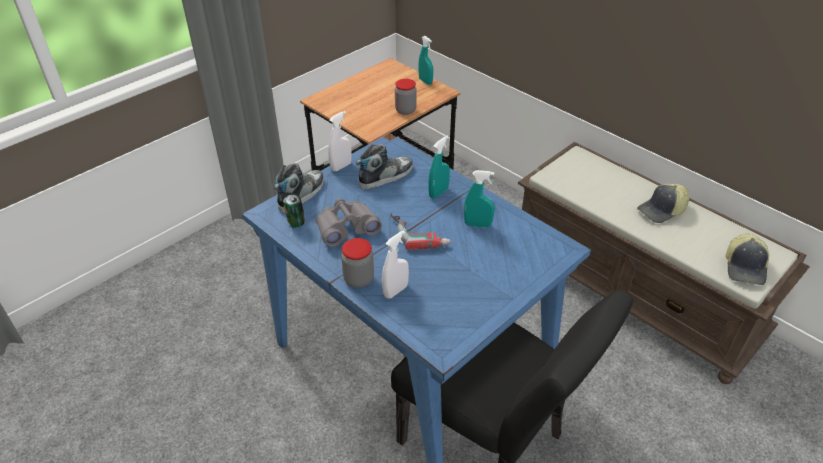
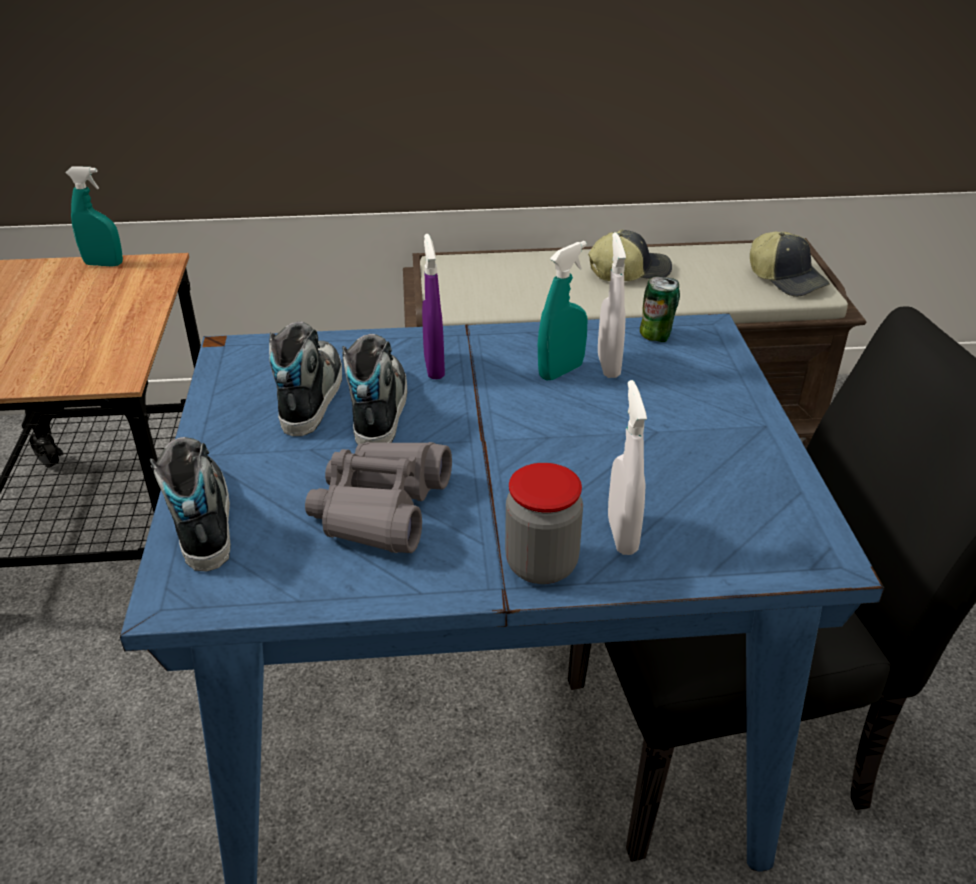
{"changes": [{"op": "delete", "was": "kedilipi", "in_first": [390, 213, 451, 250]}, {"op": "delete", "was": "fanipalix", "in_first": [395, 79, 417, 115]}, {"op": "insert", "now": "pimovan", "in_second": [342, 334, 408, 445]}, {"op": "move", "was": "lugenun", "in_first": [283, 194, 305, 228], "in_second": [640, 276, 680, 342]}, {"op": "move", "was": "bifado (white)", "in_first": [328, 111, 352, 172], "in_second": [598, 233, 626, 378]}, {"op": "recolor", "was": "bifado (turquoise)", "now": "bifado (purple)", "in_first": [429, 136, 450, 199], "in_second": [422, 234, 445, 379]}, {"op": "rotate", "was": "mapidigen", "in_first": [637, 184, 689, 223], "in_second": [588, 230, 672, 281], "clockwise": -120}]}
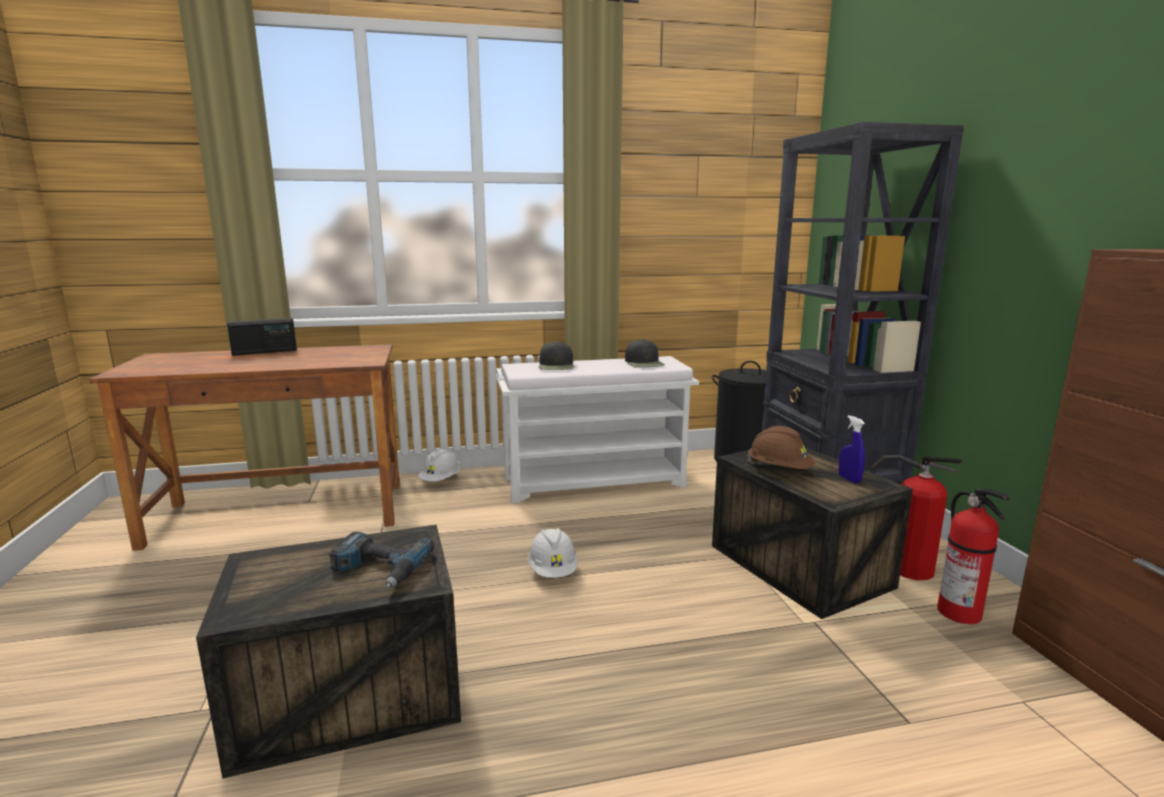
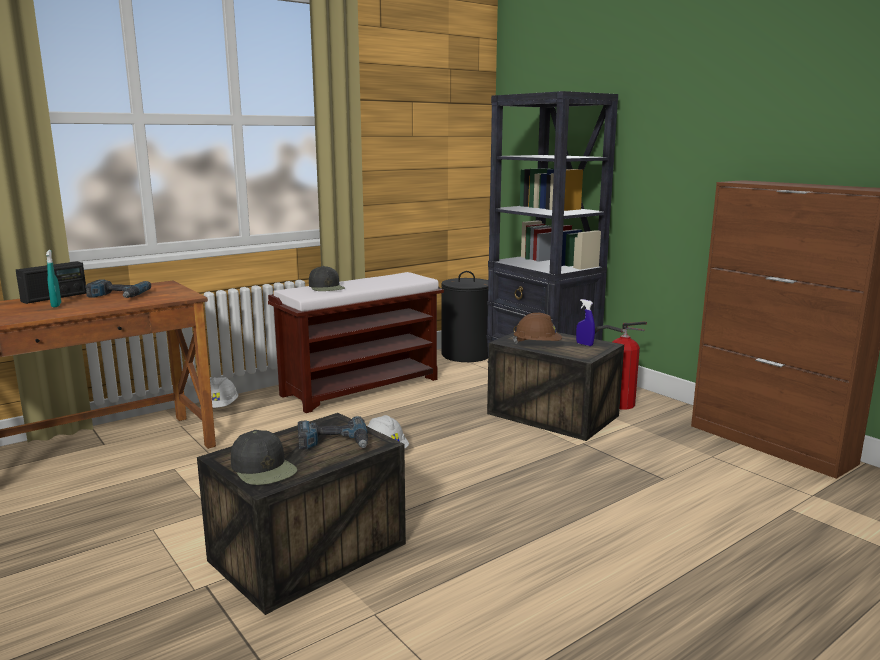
{"changes": [{"op": "delete", "was": "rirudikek", "in_first": [937, 489, 1010, 624]}, {"op": "insert", "now": "bifado (turquoise)", "in_second": [46, 250, 61, 307]}, {"op": "insert", "now": "kedilipi", "in_second": [85, 279, 151, 298]}, {"op": "move", "was": "mapidigen (black)", "in_first": [625, 339, 665, 367], "in_second": [231, 430, 297, 485]}, {"op": "recolor", "was": "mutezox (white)", "now": "mutezox (brown)", "in_first": [496, 356, 699, 504], "in_second": [268, 272, 444, 413]}]}
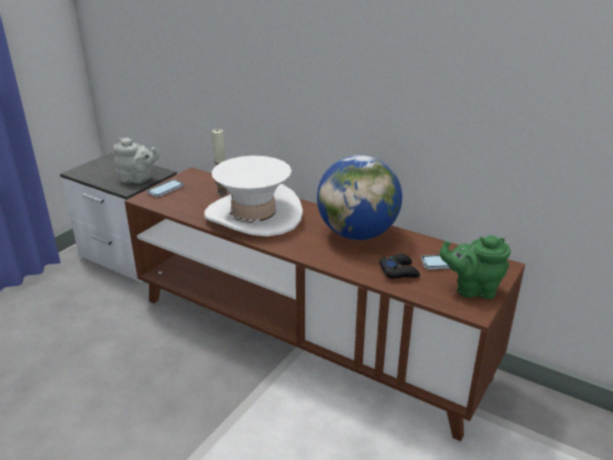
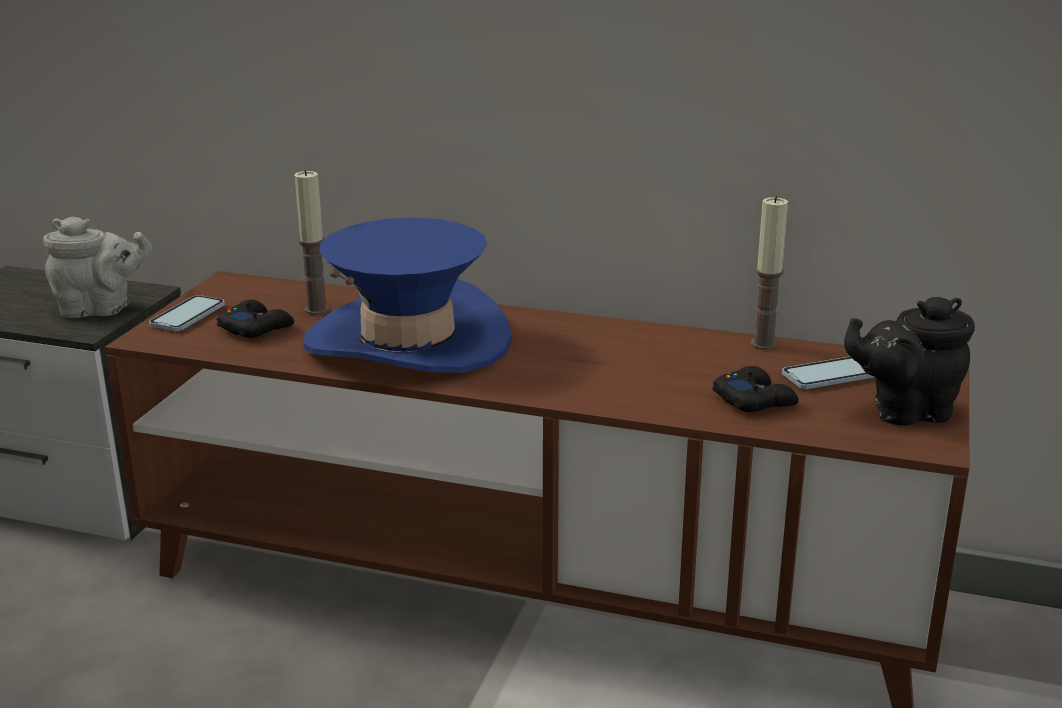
{"changes": [{"op": "delete", "was": "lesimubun", "in_first": [317, 155, 402, 240]}, {"op": "insert", "now": "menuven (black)", "in_second": [217, 300, 294, 338]}, {"op": "insert", "now": "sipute", "in_second": [751, 196, 788, 350]}, {"op": "recolor", "was": "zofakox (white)", "now": "zofakox (blue)", "in_first": [204, 156, 303, 237], "in_second": [304, 218, 512, 373]}, {"op": "recolor", "was": "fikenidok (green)", "now": "fikenidok (black)", "in_first": [440, 235, 511, 299], "in_second": [844, 297, 975, 426]}]}
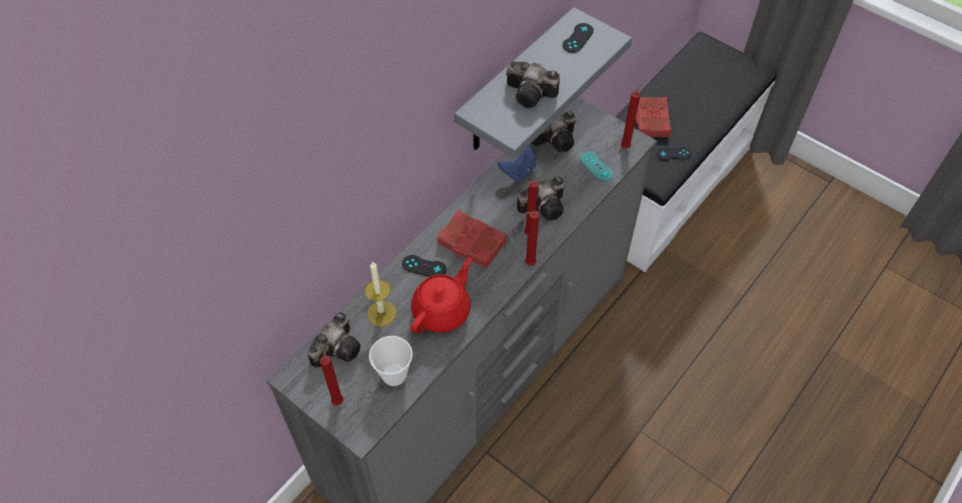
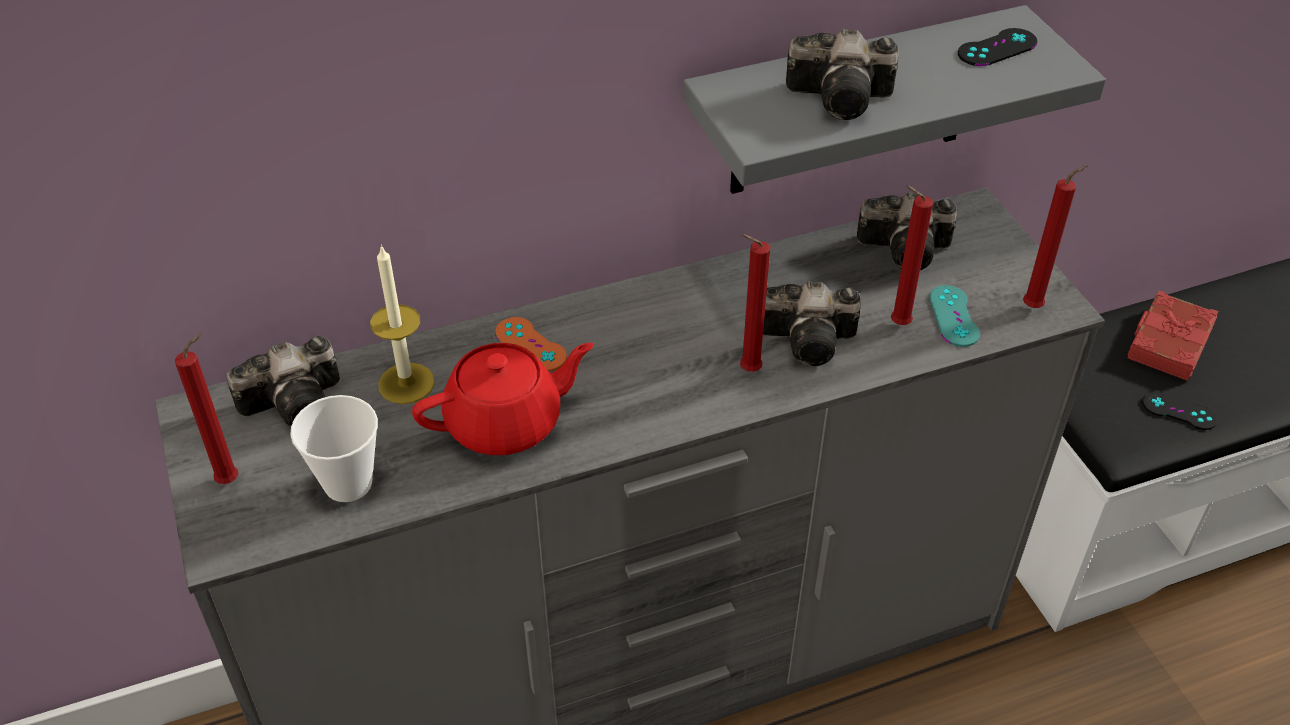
{"changes": [{"op": "delete", "was": "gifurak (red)", "in_first": [437, 209, 507, 268]}, {"op": "delete", "was": "menuven (blue)", "in_first": [498, 145, 536, 182]}, {"op": "move", "was": "sipute (red)", "in_first": [525, 211, 539, 266], "in_second": [891, 185, 933, 325]}, {"op": "recolor", "was": "menuven (black)", "now": "menuven (orange)", "in_first": [402, 255, 447, 277], "in_second": [495, 317, 567, 371]}, {"op": "rotate", "was": "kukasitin", "in_first": [506, 61, 560, 108], "in_second": [786, 29, 899, 120], "clockwise": -45}]}
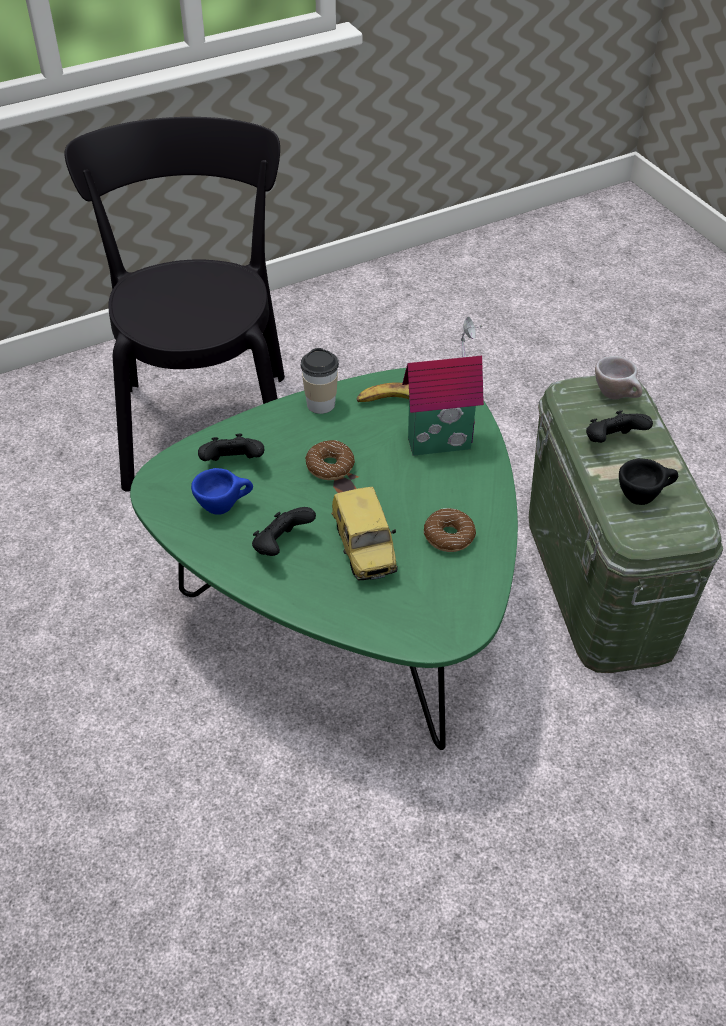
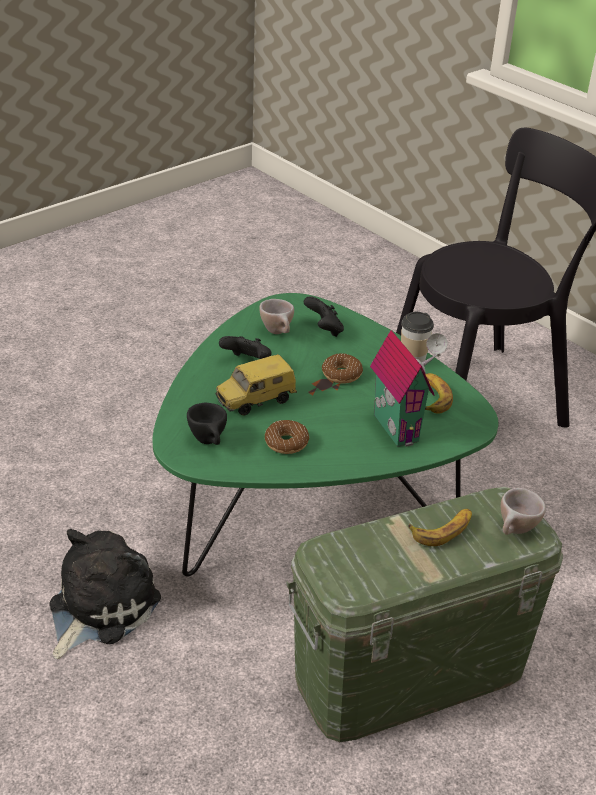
{"changes": [{"op": "insert", "now": "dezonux", "in_second": [50, 529, 161, 659]}, {"op": "move", "was": "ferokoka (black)", "in_first": [619, 458, 678, 505], "in_second": [187, 403, 227, 445]}, {"op": "replace", "was": "menuven (black)", "now": "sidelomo", "in_first": [586, 410, 653, 443], "in_second": [408, 508, 472, 546]}, {"op": "recolor", "was": "ferokoka (blue)", "now": "ferokoka (beige)", "in_first": [191, 468, 253, 515], "in_second": [259, 299, 294, 334]}]}
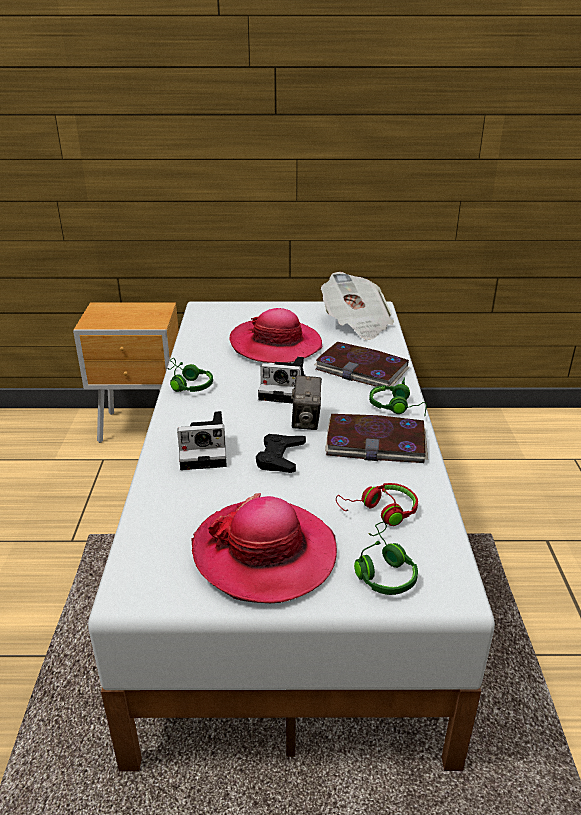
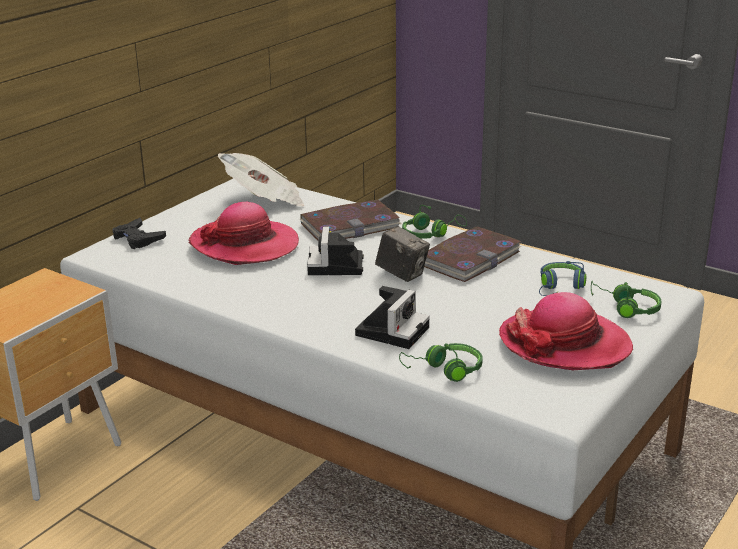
{"changes": [{"op": "move", "was": "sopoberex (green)", "in_first": [167, 358, 213, 392], "in_second": [399, 343, 483, 382]}, {"op": "move", "was": "menuven (black)", "in_first": [256, 434, 306, 473], "in_second": [112, 218, 166, 249]}, {"op": "recolor", "was": "sopoberex (red)", "now": "sopoberex (blue)", "in_first": [336, 483, 418, 526], "in_second": [539, 261, 586, 296]}, {"op": "rotate", "was": "kukasitin", "in_first": [258, 357, 306, 403], "in_second": [307, 226, 364, 275], "clockwise": 135}]}
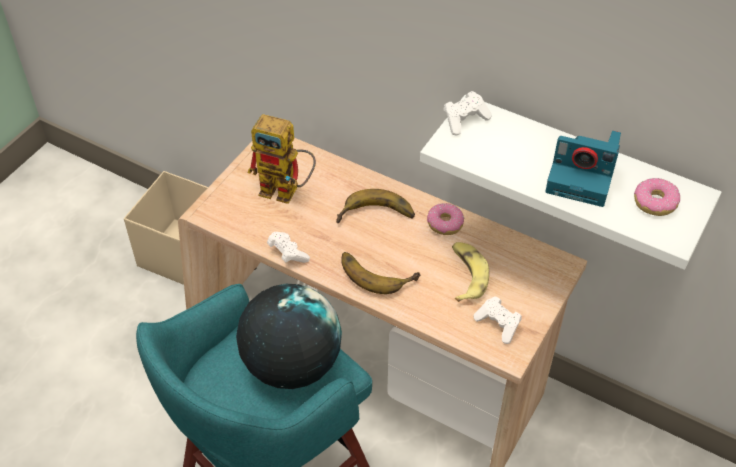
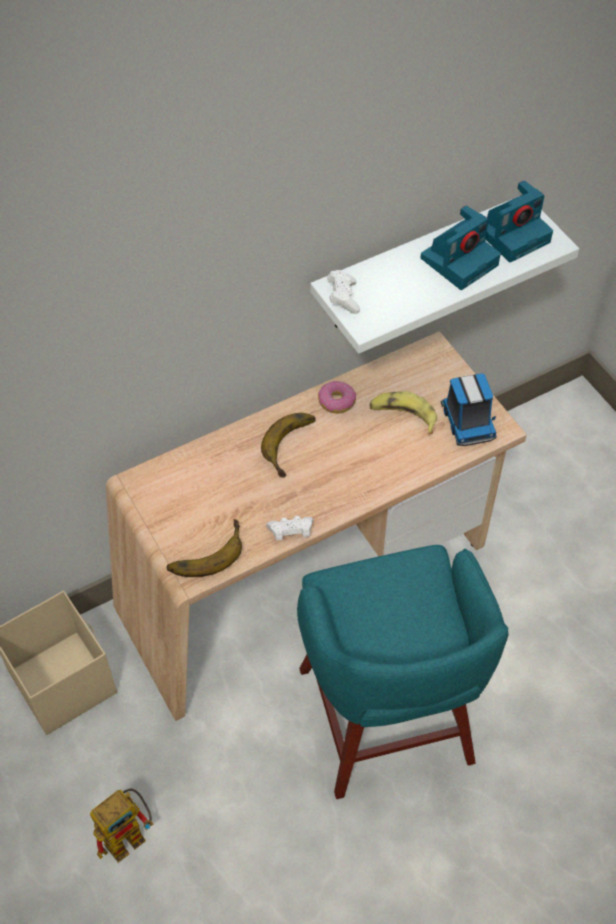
{"changes": [{"op": "delete", "was": "lesimubun", "in_first": [236, 284, 342, 389]}, {"op": "move", "was": "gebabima", "in_first": [248, 114, 316, 204], "in_second": [90, 789, 154, 863]}, {"op": "move", "was": "sidelomo", "in_first": [341, 252, 420, 294], "in_second": [167, 519, 242, 577]}, {"op": "replace", "was": "menuven (white)", "now": "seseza", "in_first": [474, 296, 522, 344], "in_second": [441, 373, 497, 446]}, {"op": "replace", "was": "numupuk", "now": "kukasitin", "in_first": [634, 178, 680, 216], "in_second": [486, 180, 553, 262]}]}
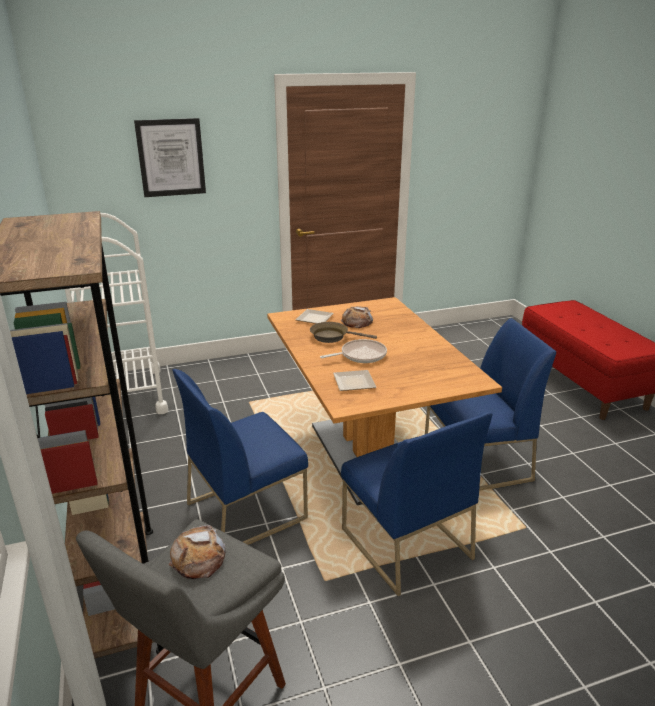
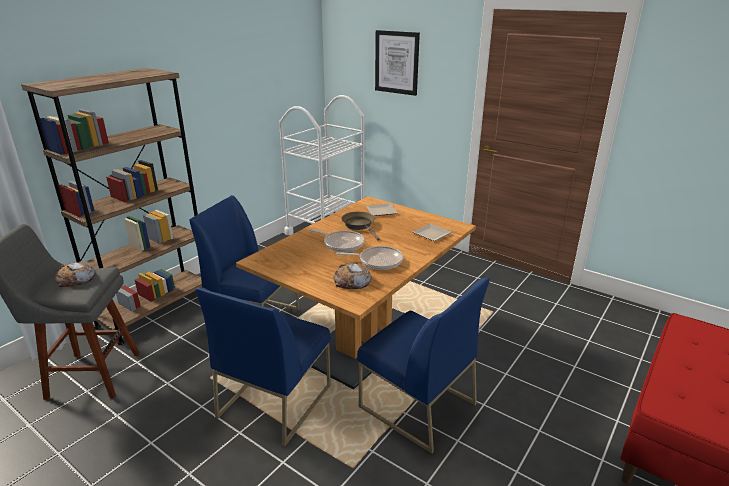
{"changes": [{"op": "insert", "now": "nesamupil", "in_second": [336, 246, 403, 270]}, {"op": "move", "was": "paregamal", "in_first": [333, 370, 376, 391], "in_second": [412, 223, 452, 241]}, {"op": "move", "was": "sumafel", "in_first": [341, 306, 373, 328], "in_second": [333, 262, 372, 289]}]}
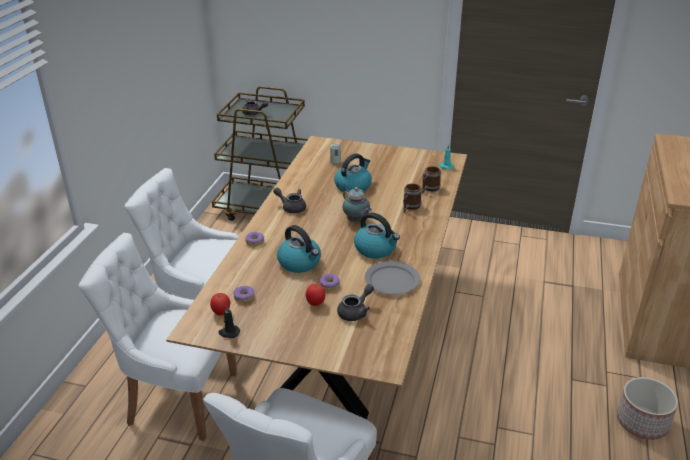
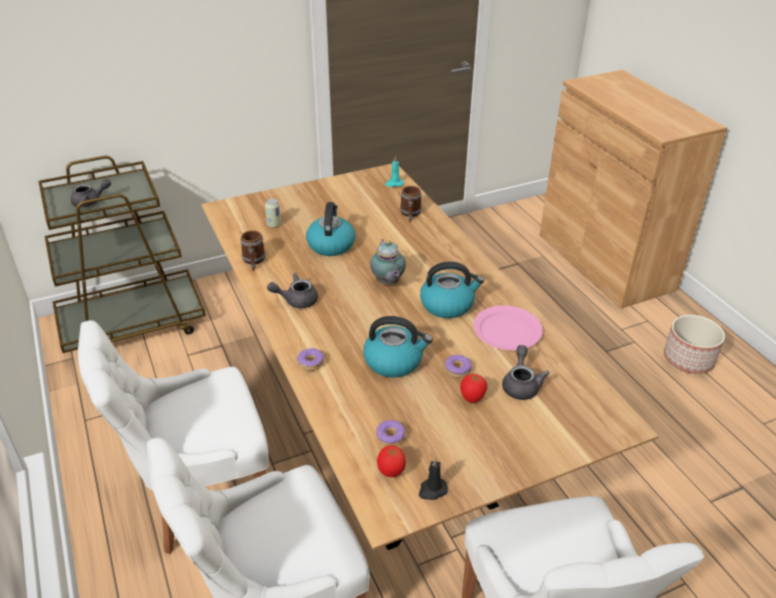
{"changes": [{"op": "move", "was": "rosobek", "in_first": [403, 183, 422, 213], "in_second": [240, 230, 266, 271]}, {"op": "recolor", "was": "paregamal (grey)", "now": "paregamal (pink)", "in_first": [365, 261, 420, 295], "in_second": [473, 305, 543, 350]}, {"op": "rotate", "was": "fikenidok", "in_first": [343, 187, 372, 222], "in_second": [370, 239, 406, 285], "clockwise": 60}]}
